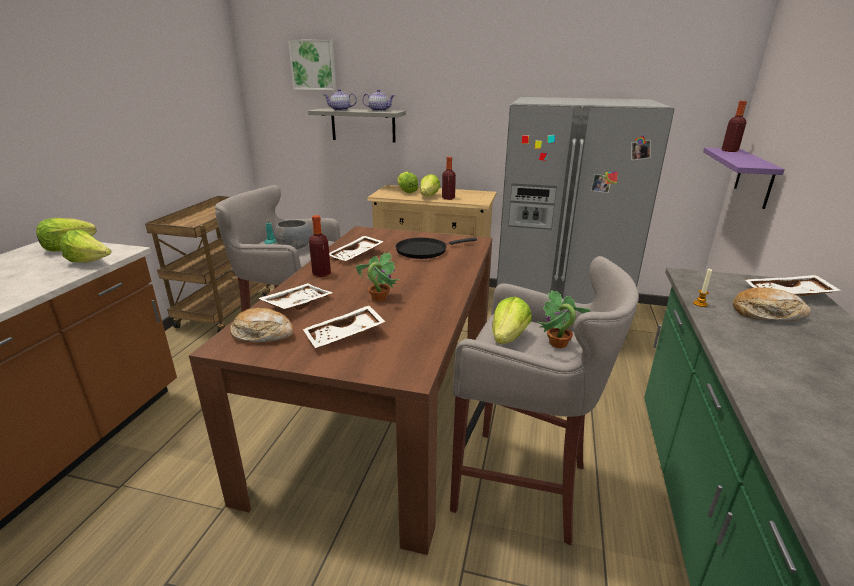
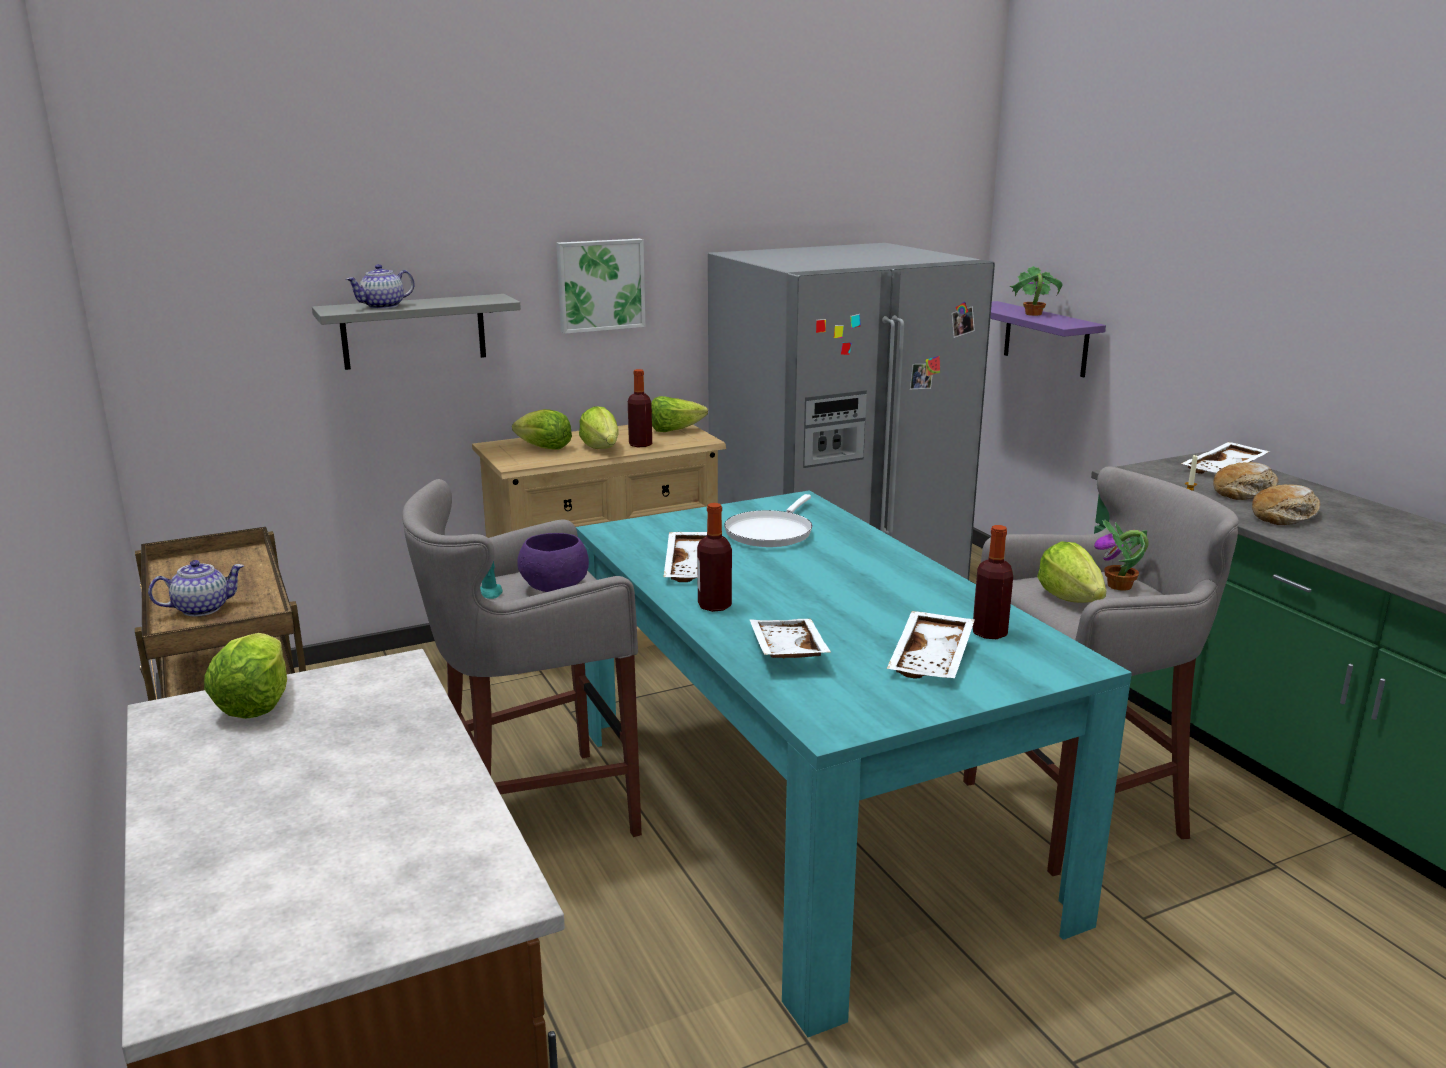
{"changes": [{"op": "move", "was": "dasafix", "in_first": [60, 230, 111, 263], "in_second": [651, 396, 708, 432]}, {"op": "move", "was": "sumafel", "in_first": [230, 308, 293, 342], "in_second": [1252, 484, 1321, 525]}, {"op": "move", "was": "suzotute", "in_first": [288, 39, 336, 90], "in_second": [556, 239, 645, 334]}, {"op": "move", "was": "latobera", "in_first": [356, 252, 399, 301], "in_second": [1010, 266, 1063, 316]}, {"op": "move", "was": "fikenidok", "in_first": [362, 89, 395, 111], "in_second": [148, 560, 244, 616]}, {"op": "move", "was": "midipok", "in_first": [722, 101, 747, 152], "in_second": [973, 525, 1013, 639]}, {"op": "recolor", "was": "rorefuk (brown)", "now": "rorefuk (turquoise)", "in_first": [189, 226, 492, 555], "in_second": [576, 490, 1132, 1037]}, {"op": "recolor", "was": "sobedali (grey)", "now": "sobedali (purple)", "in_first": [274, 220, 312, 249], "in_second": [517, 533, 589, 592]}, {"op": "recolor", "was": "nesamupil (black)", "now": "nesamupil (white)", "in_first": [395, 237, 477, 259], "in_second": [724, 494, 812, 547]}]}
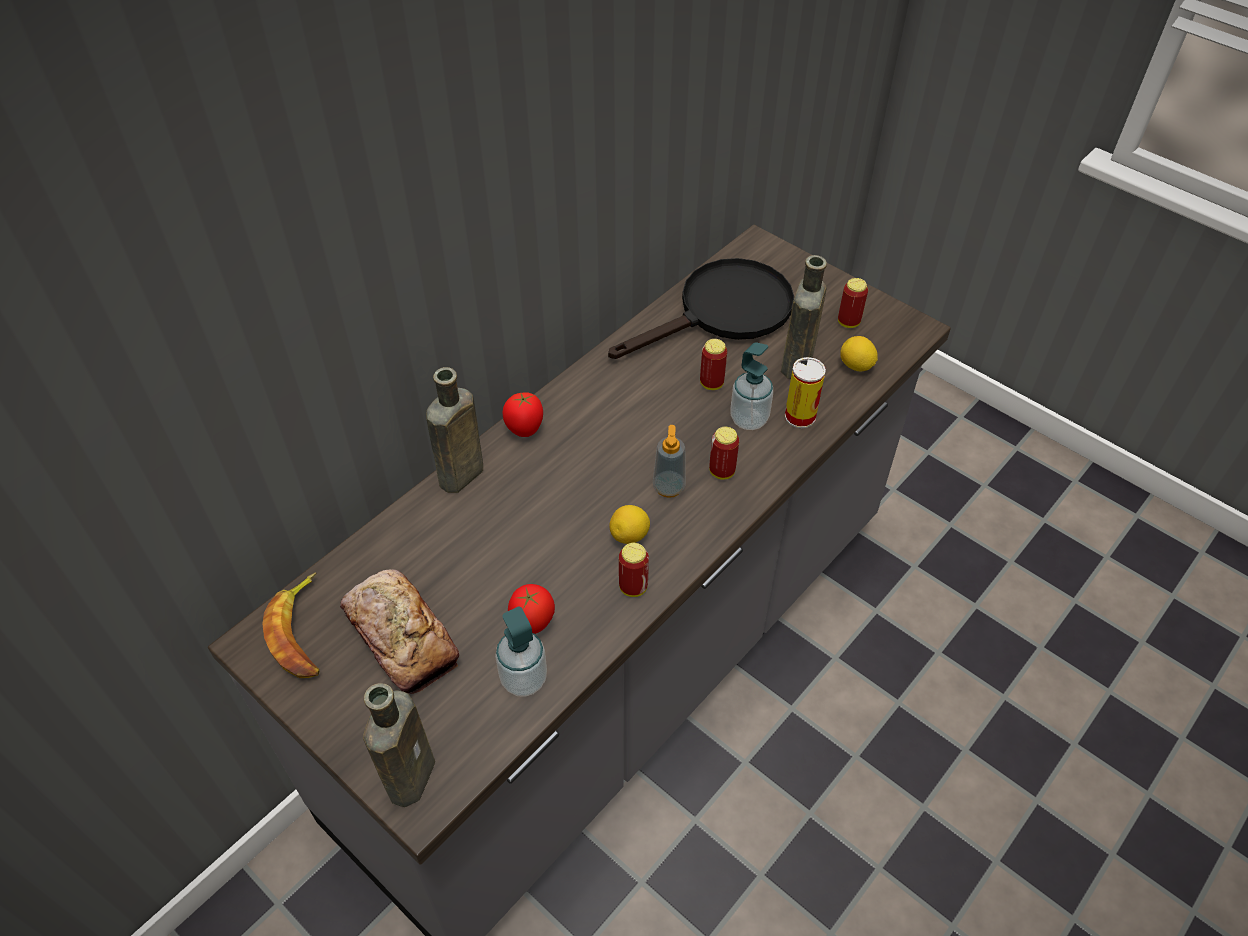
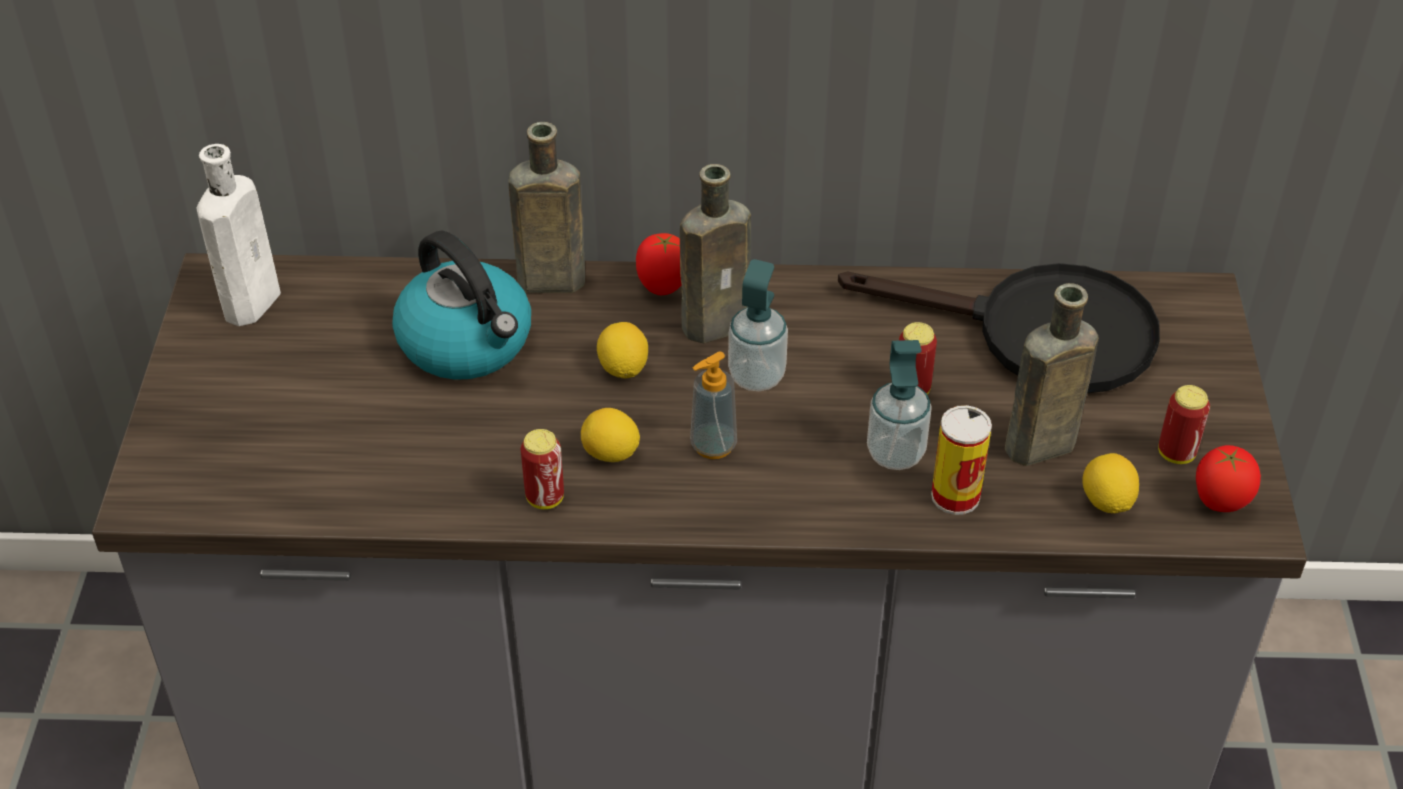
{"changes": [{"op": "delete", "was": "sumafel", "in_first": [340, 569, 459, 694]}, {"op": "delete", "was": "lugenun", "in_first": [709, 427, 739, 480]}, {"op": "insert", "now": "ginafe", "in_second": [392, 231, 531, 380]}, {"op": "insert", "now": "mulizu", "in_second": [597, 322, 648, 379]}, {"op": "move", "was": "midipok (brown)", "in_first": [363, 683, 435, 807], "in_second": [680, 164, 751, 343]}, {"op": "move", "was": "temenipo", "in_first": [495, 607, 547, 697], "in_second": [728, 259, 788, 391]}, {"op": "move", "was": "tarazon", "in_first": [508, 584, 555, 634], "in_second": [1196, 445, 1261, 512]}, {"op": "replace", "was": "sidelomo", "now": "midipok (white)", "in_first": [262, 573, 319, 678], "in_second": [197, 144, 281, 326]}]}
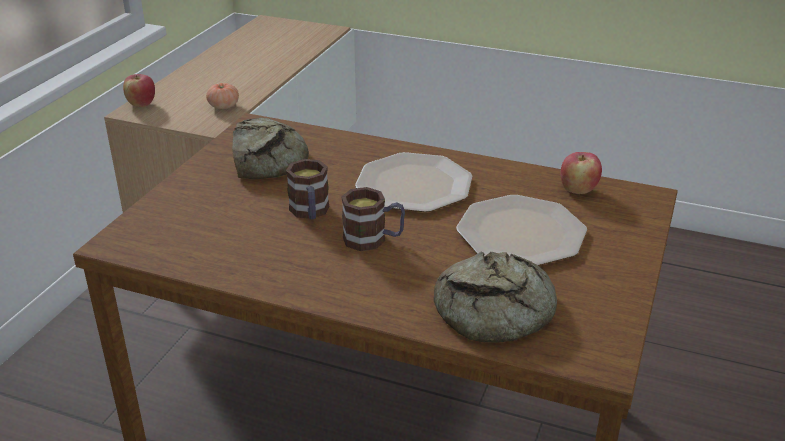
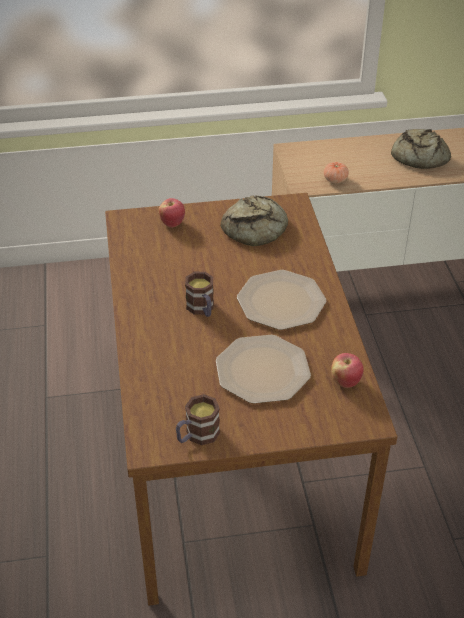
{"changes": [{"op": "move", "was": "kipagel", "in_first": [123, 74, 155, 107], "in_second": [159, 198, 185, 227]}, {"op": "move", "was": "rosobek", "in_first": [286, 159, 329, 219], "in_second": [176, 394, 220, 445]}, {"op": "move", "was": "sumafel", "in_first": [434, 252, 557, 343], "in_second": [391, 129, 451, 169]}]}
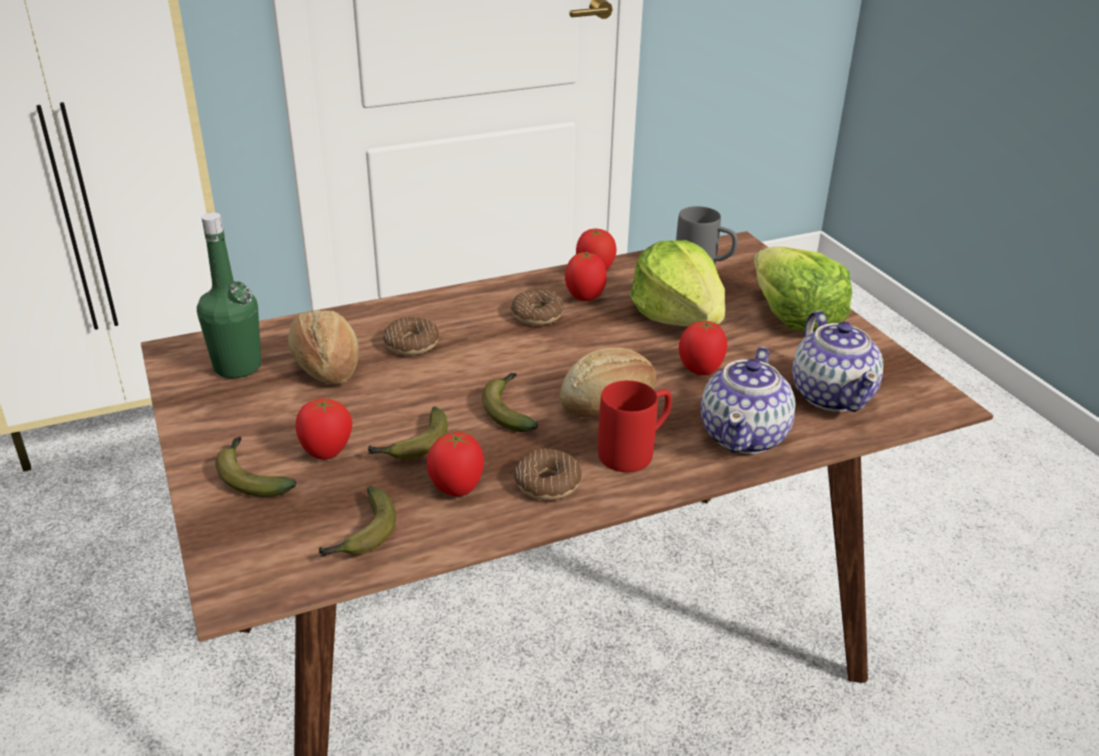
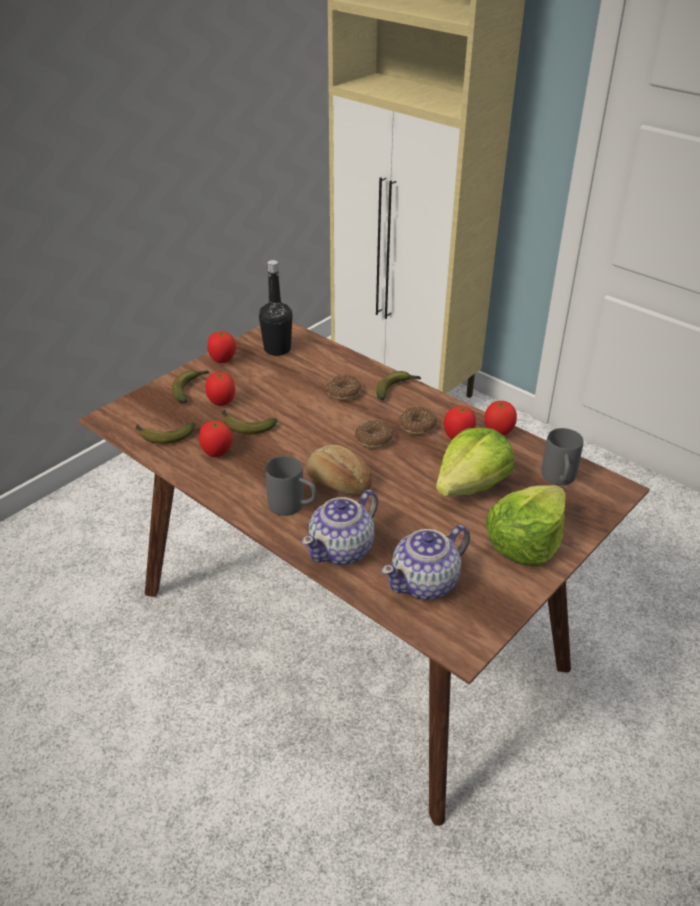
{"changes": [{"op": "delete", "was": "sumafel", "in_first": [288, 310, 359, 384]}, {"op": "move", "was": "sidelomo", "in_first": [482, 373, 538, 432], "in_second": [376, 371, 421, 400]}, {"op": "move", "was": "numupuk", "in_first": [514, 449, 582, 500], "in_second": [355, 420, 394, 448]}, {"op": "move", "was": "tarazon", "in_first": [679, 321, 727, 375], "in_second": [207, 331, 236, 363]}, {"op": "recolor", "was": "midipok (green)", "now": "midipok (black)", "in_first": [197, 212, 261, 378], "in_second": [259, 260, 293, 356]}, {"op": "recolor", "was": "rosobek (red)", "now": "rosobek (grey)", "in_first": [598, 380, 672, 472], "in_second": [265, 456, 317, 516]}, {"op": "rotate", "was": "fikenidok", "in_first": [701, 347, 796, 454], "in_second": [302, 490, 378, 565], "clockwise": -45}]}
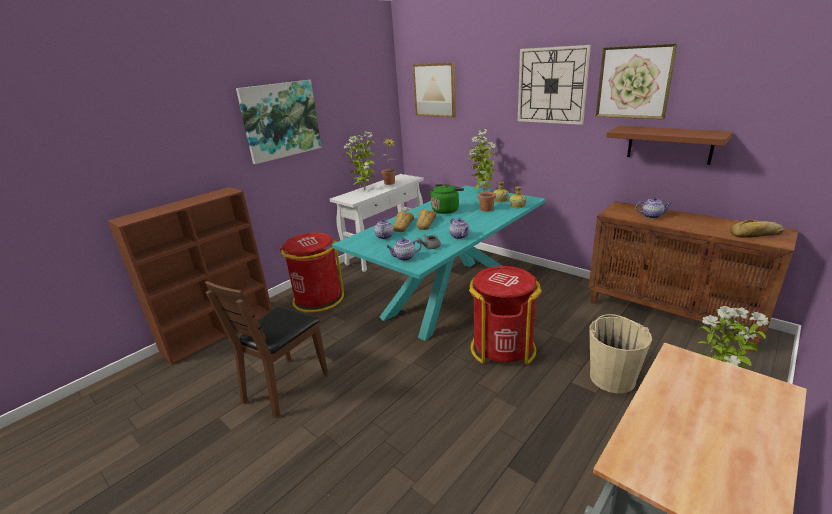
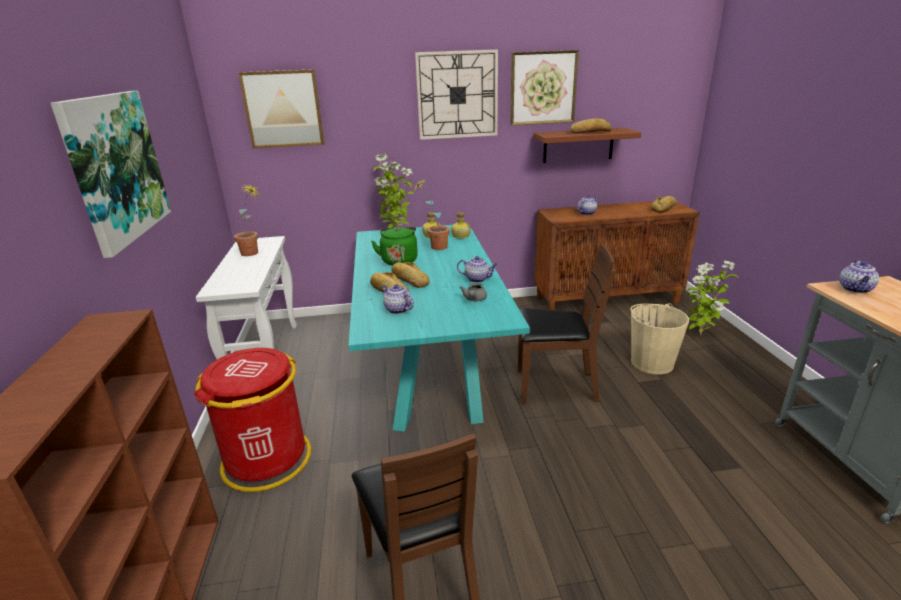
{"changes": [{"op": "delete", "was": "latobera", "in_first": [343, 131, 375, 190]}, {"op": "insert", "now": "sumafel", "in_second": [570, 118, 612, 134]}, {"op": "move", "was": "fikenidok", "in_first": [386, 238, 421, 261], "in_second": [840, 260, 879, 293]}, {"op": "replace", "was": "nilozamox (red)", "now": "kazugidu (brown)", "in_first": [469, 266, 542, 365], "in_second": [518, 243, 616, 404]}]}
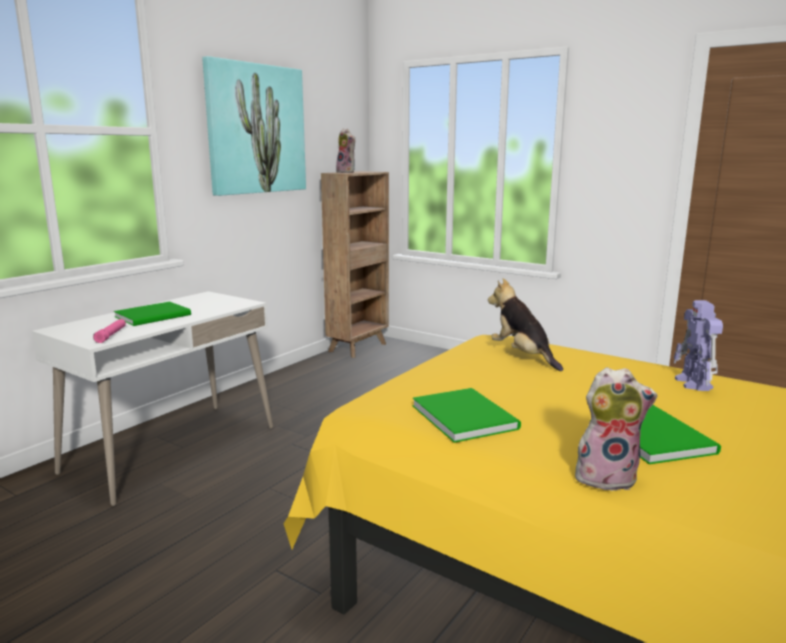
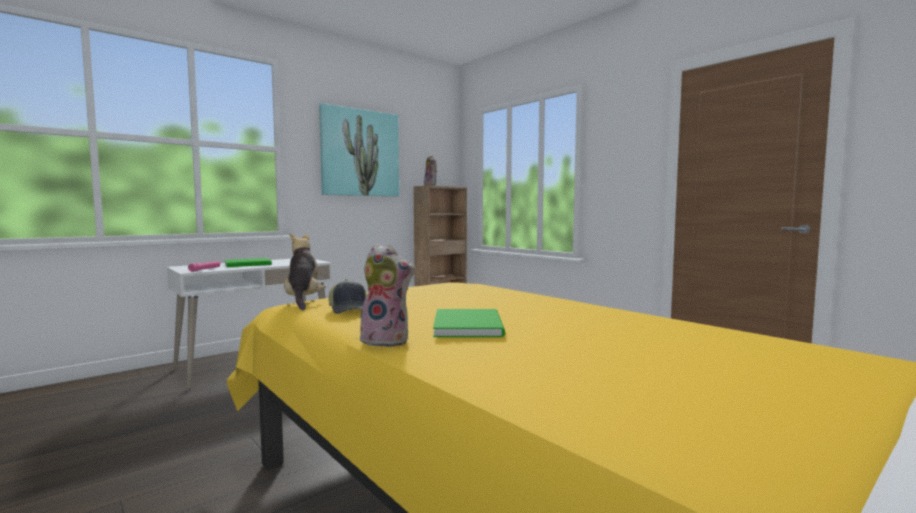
{"changes": [{"op": "delete", "was": "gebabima", "in_first": [674, 300, 723, 391]}, {"op": "move", "was": "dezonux", "in_first": [488, 278, 563, 371], "in_second": [284, 233, 326, 310]}, {"op": "replace", "was": "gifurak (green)", "now": "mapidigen", "in_first": [413, 388, 521, 443], "in_second": [329, 279, 367, 314]}]}
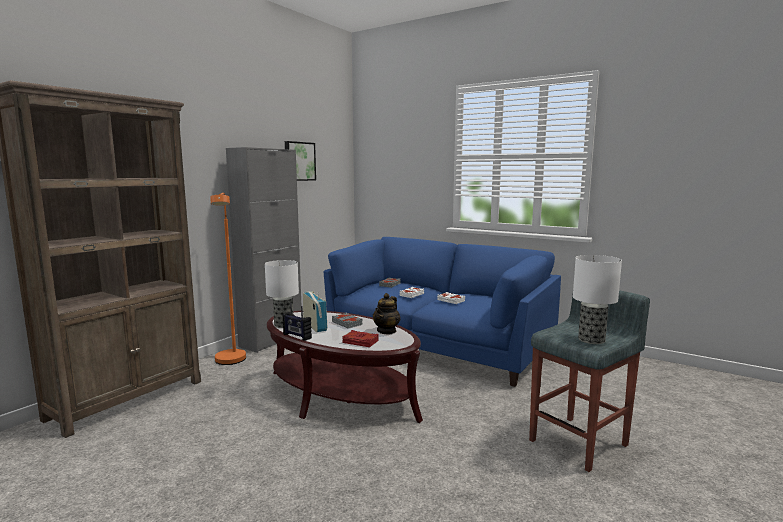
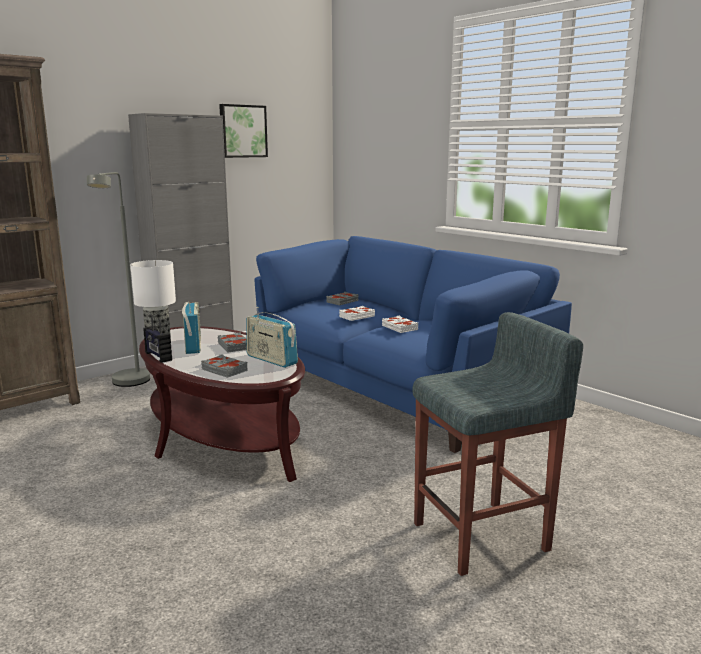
{"changes": [{"op": "delete", "was": "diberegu", "in_first": [573, 255, 622, 344]}, {"op": "replace", "was": "fikenidok", "now": "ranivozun", "in_first": [373, 293, 400, 334], "in_second": [246, 307, 298, 368]}, {"op": "recolor", "was": "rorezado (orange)", "now": "rorezado (grey)", "in_first": [210, 193, 246, 365], "in_second": [87, 172, 150, 387]}, {"op": "recolor", "was": "gifurak (red)", "now": "gifurak (grey)", "in_first": [342, 330, 379, 347], "in_second": [201, 354, 248, 378]}]}
